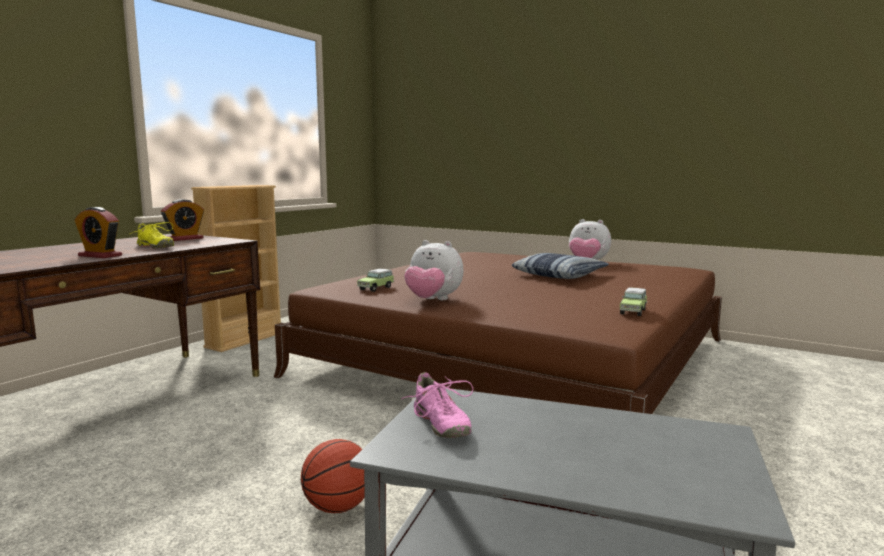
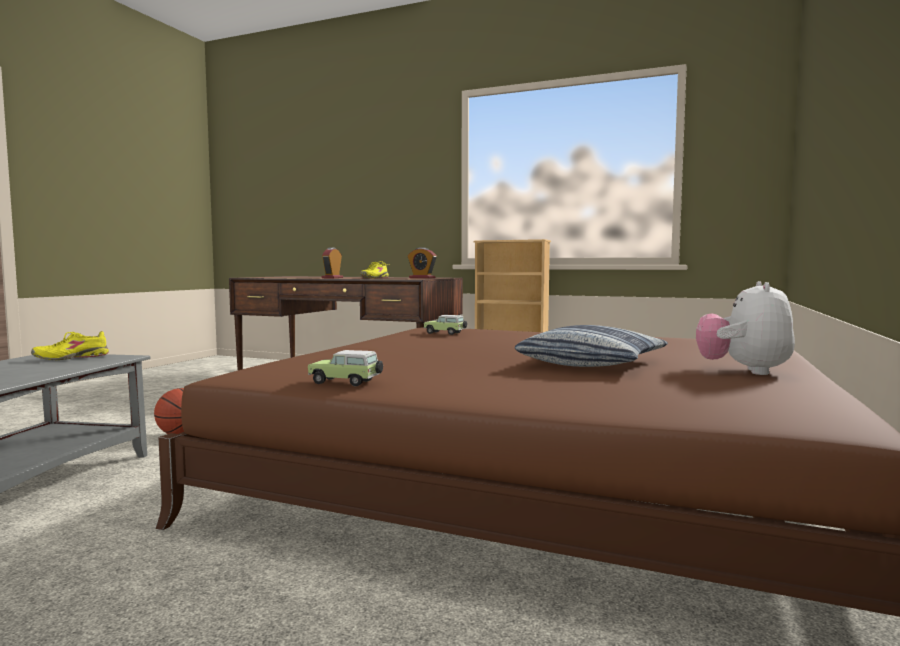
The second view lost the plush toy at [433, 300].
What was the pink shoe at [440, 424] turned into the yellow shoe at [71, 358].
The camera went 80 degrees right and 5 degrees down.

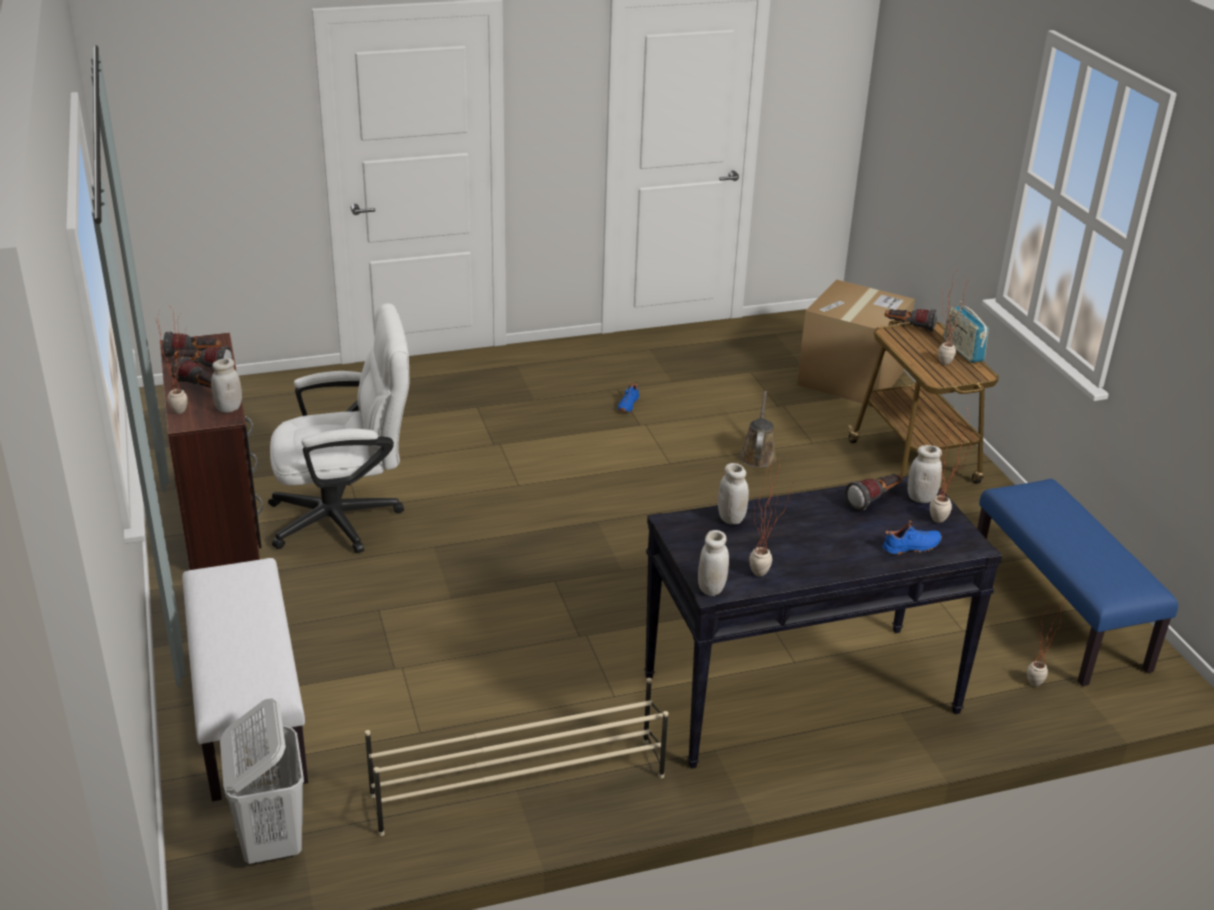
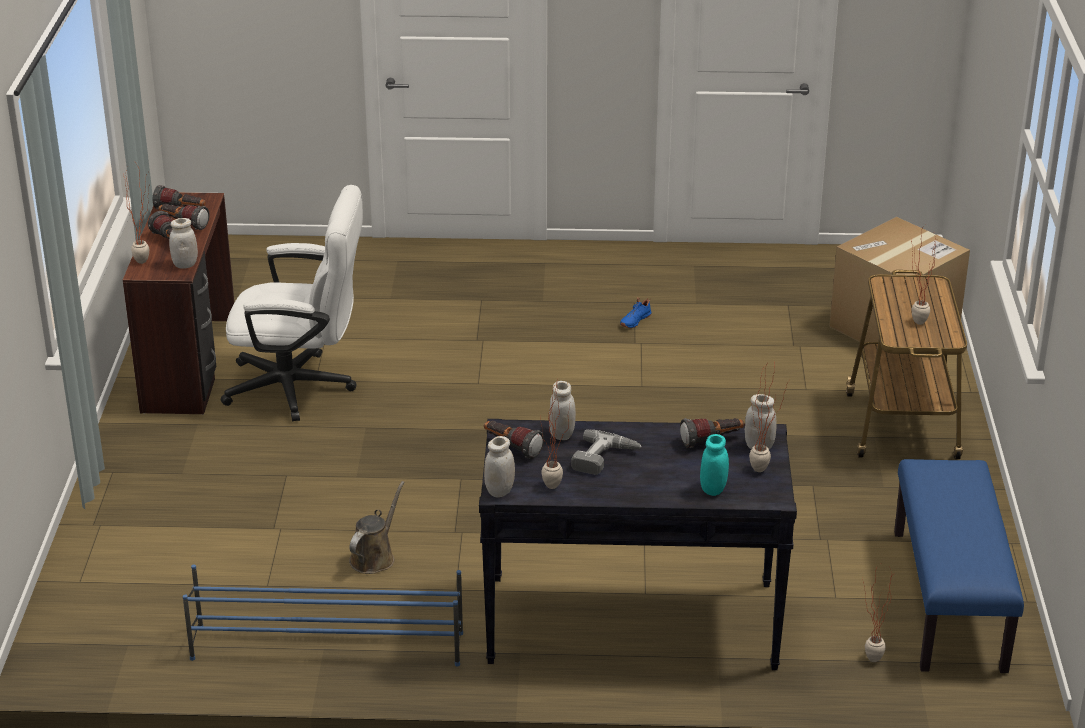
The second view lost the radio at [962, 350].
The flashlight ended up elsewhere, having gone from [909, 327] to [511, 447].
The brown watering can ended up elsewhere, having gone from [758, 455] to [374, 557].
Where the blue shoe stood at [911, 547], the turquoise jar came to stand at [713, 489].
The second view lost the white bench at [247, 711].
What was the beige shoe rack at [517, 785] turned into the blue shoe rack at [326, 645].
The second view lost the white laundry basket at [271, 840].
The second view gained the power drill at [605, 459].
The camera went 20 degrees right and 0 degrees up.

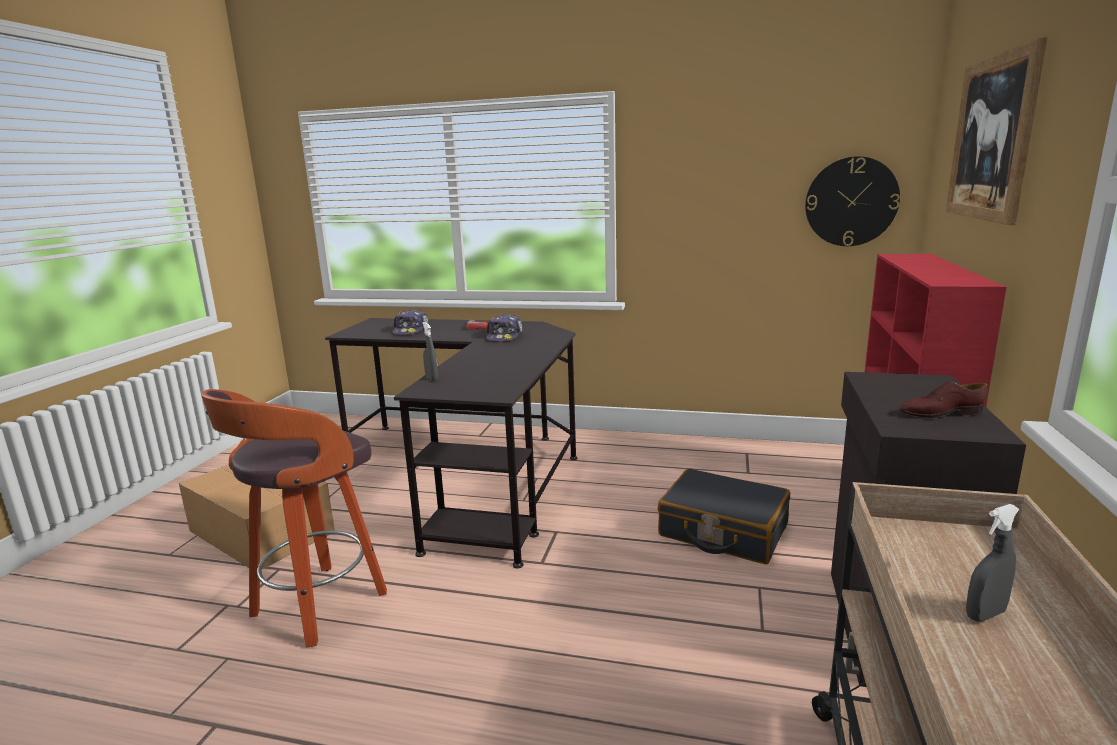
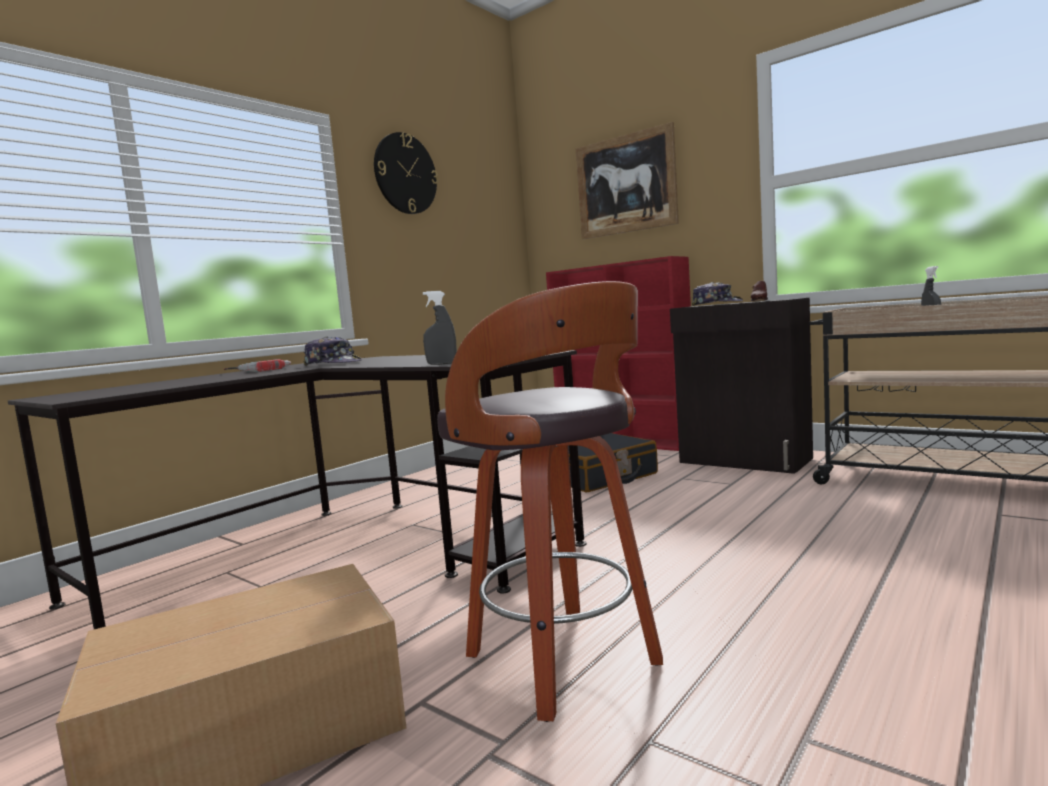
The wall clock ended up elsewhere, having gone from [851, 202] to [405, 174].
The cap ended up elsewhere, having gone from [411, 330] to [717, 304].
The camera went 65 degrees left and 10 degrees down.

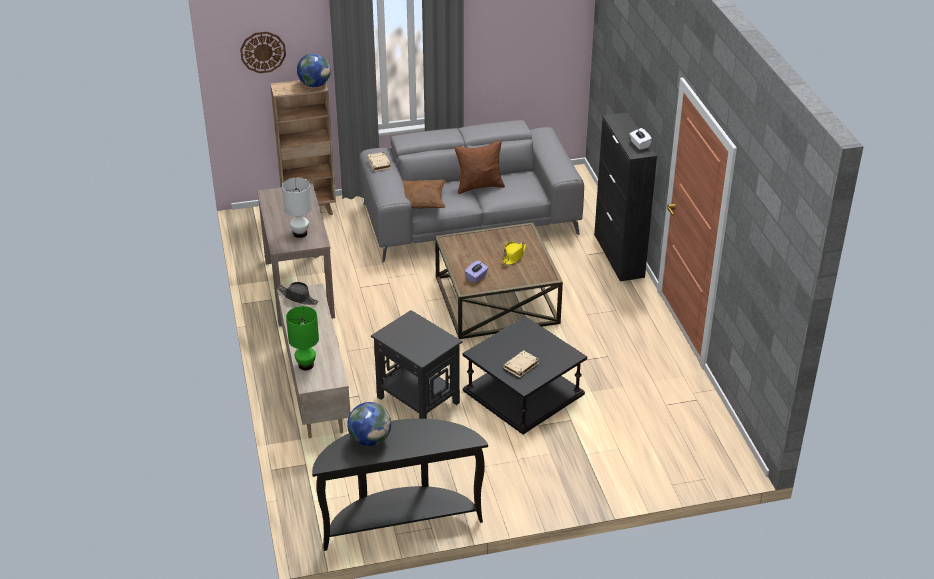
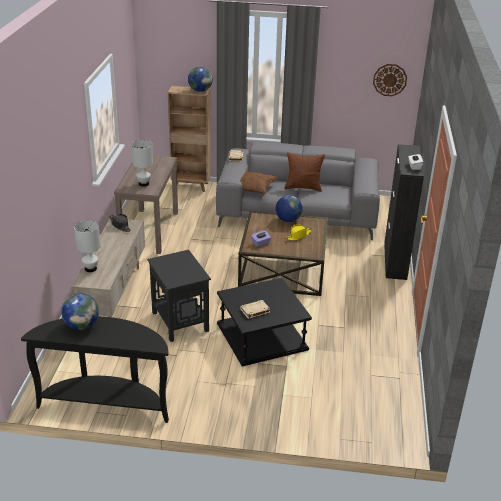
The wall clock ended up elsewhere, having gone from [263, 52] to [389, 80].
What was the green table lamp at [306, 365] turned into the white table lamp at [90, 269].
The second view gained the globe at [288, 220].
The camera went 20 degrees right and 5 degrees down.

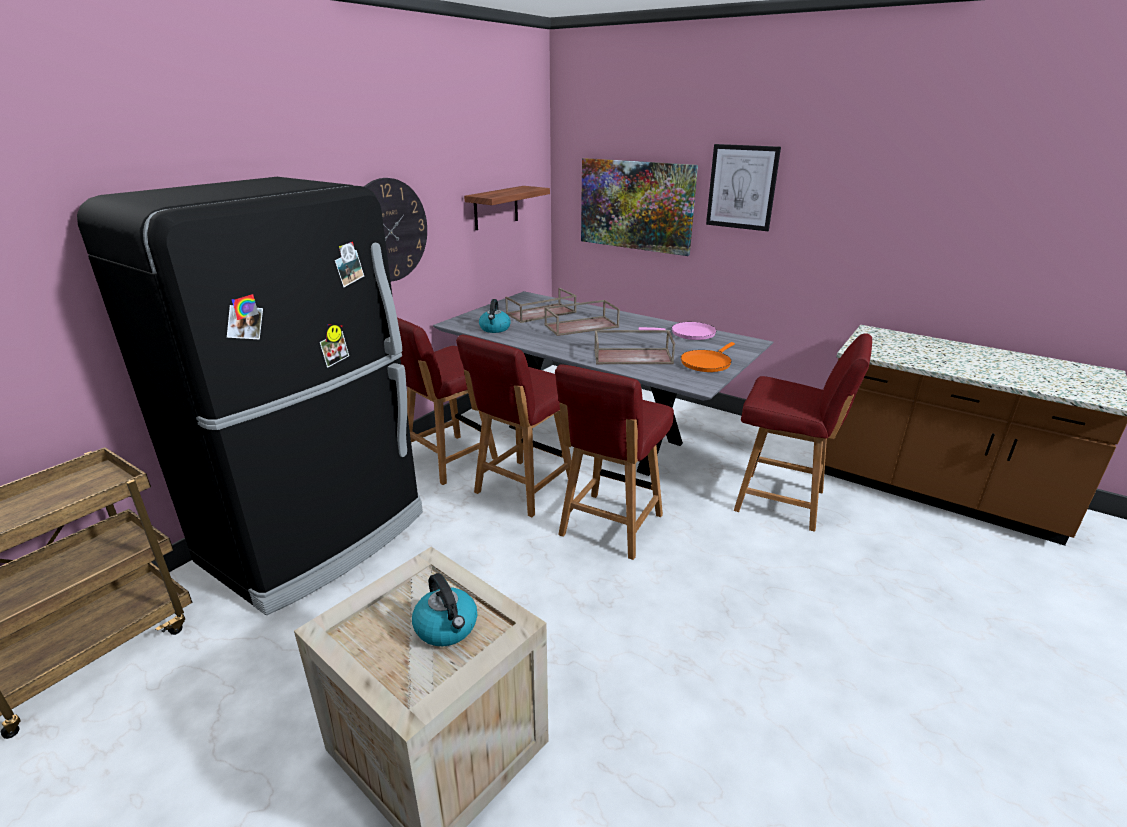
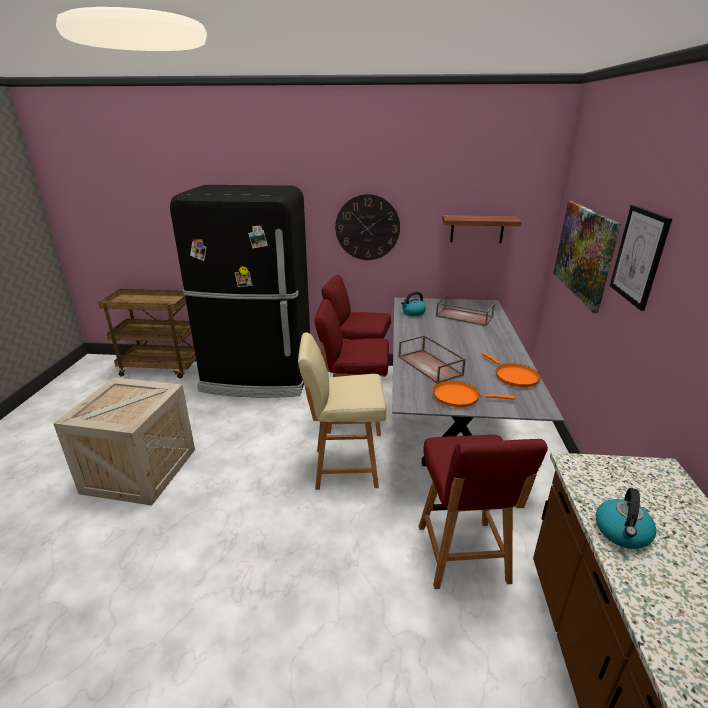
The second view lost the brown tray at [582, 325].
What was the pink frying pan at [689, 334] turned into the orange frying pan at [513, 376].
What was the red chair at [610, 526] turned into the beige chair at [344, 467].
The kettle ended up elsewhere, having gone from [447, 627] to [622, 533].
The camera went 60 degrees right and 0 degrees up.

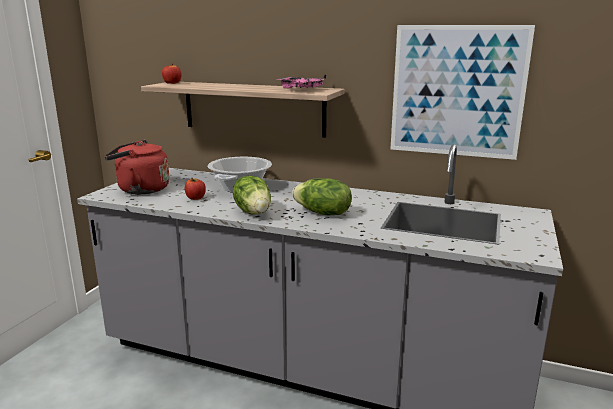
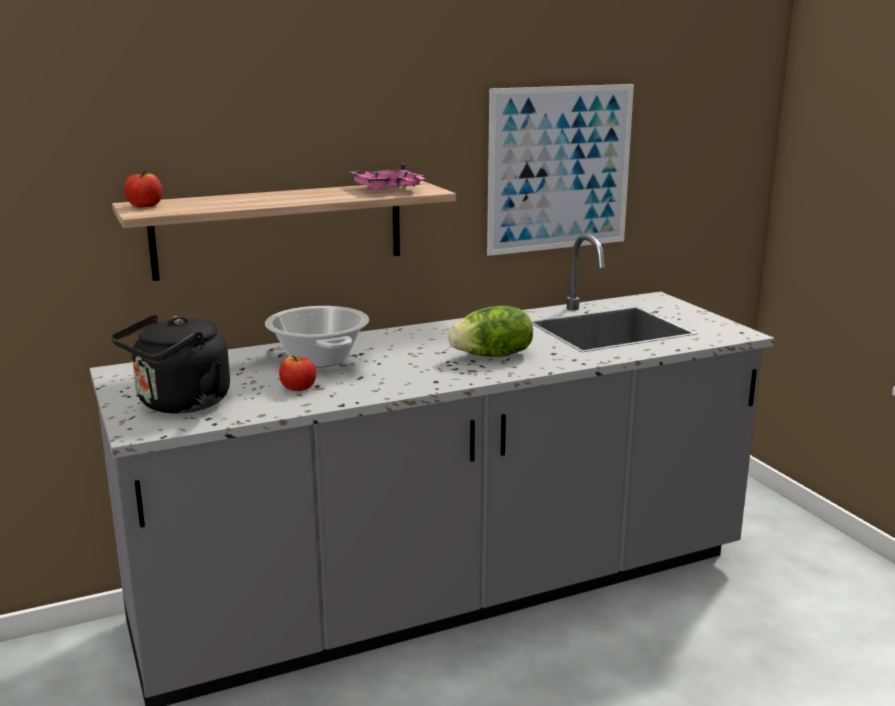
What was the red kettle at [140, 190] turned into the black kettle at [179, 404].
The second view lost the lettuce at [254, 212].
The camera went 45 degrees left and 0 degrees up.

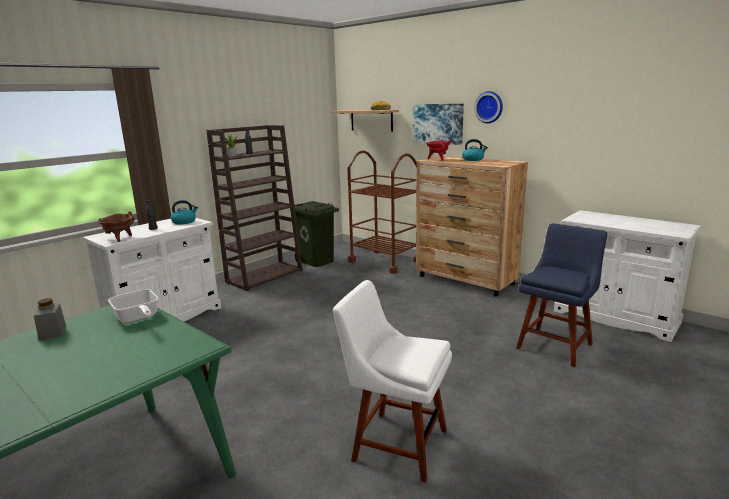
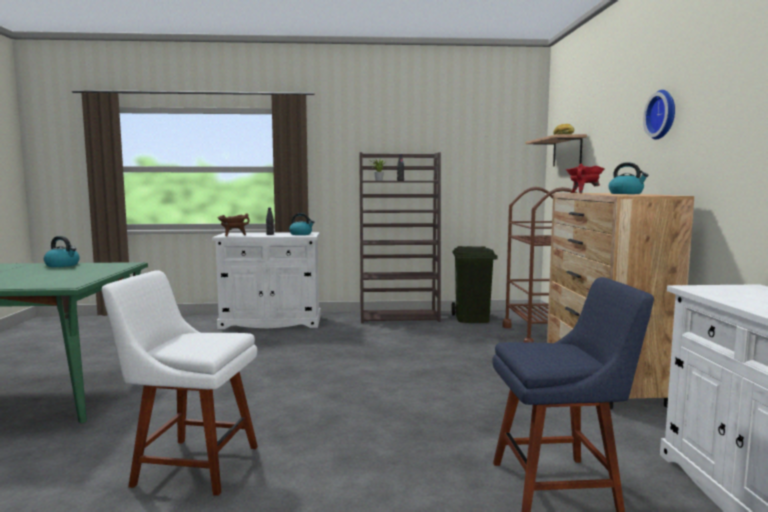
The second view lost the picture at [438, 123].
The white chair at [395, 443] ended up facing another way, 60 degrees counterclockwise from before.
The second view lost the frying pan at [137, 319].
Where the grey jar stood at [52, 332], the kettle came to stand at [63, 265].
The camera went 45 degrees right and 10 degrees down.

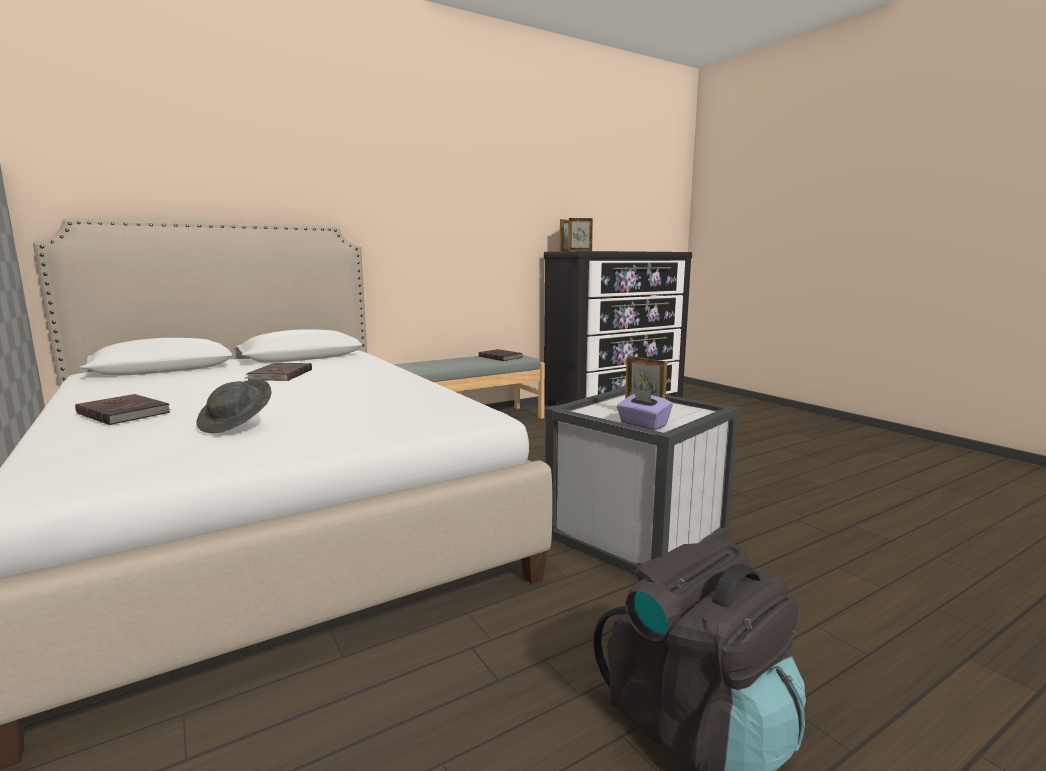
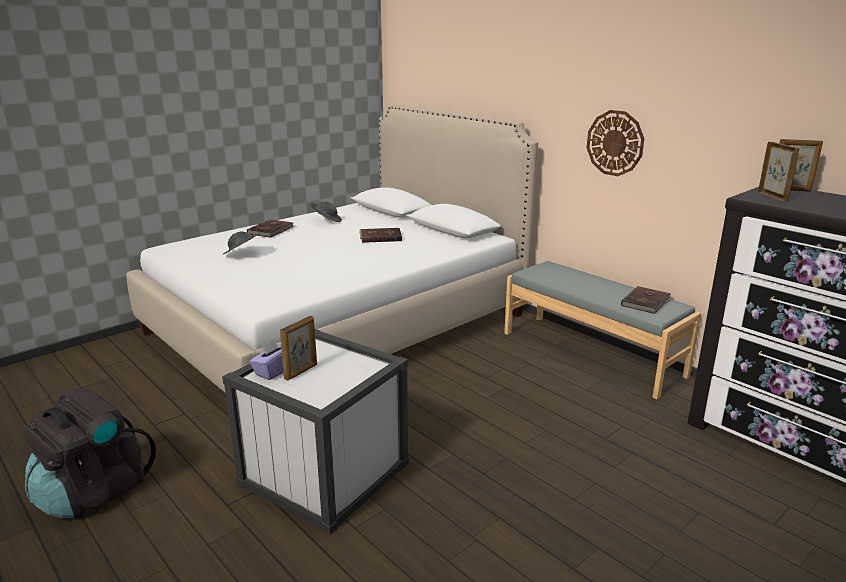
The second view gained the wall clock at [615, 143].
The second view gained the grey hat at [326, 221].
The camera went 80 degrees right and 10 degrees up.

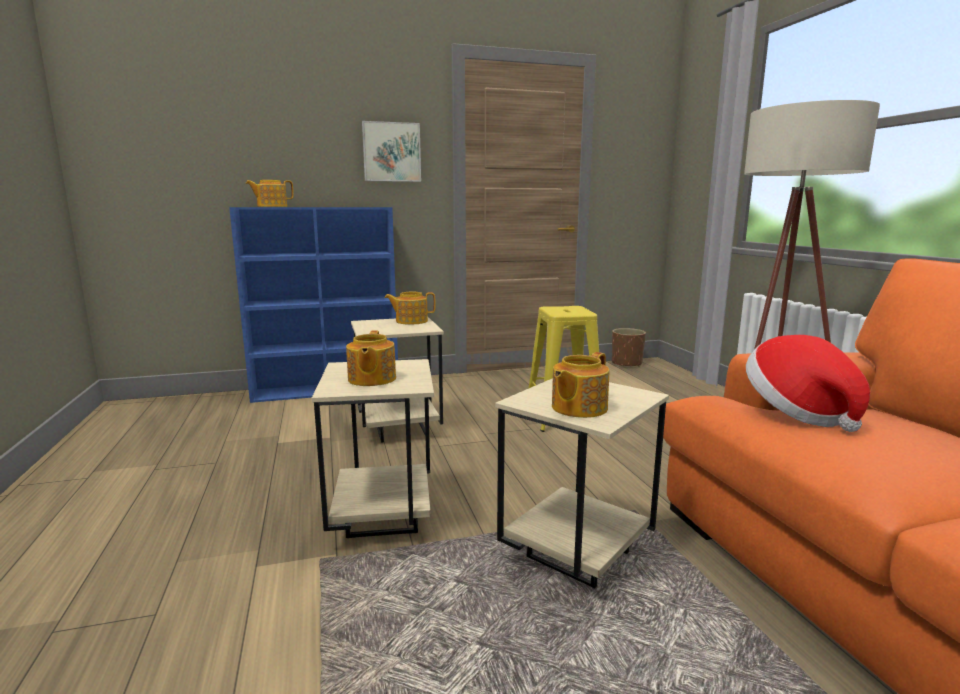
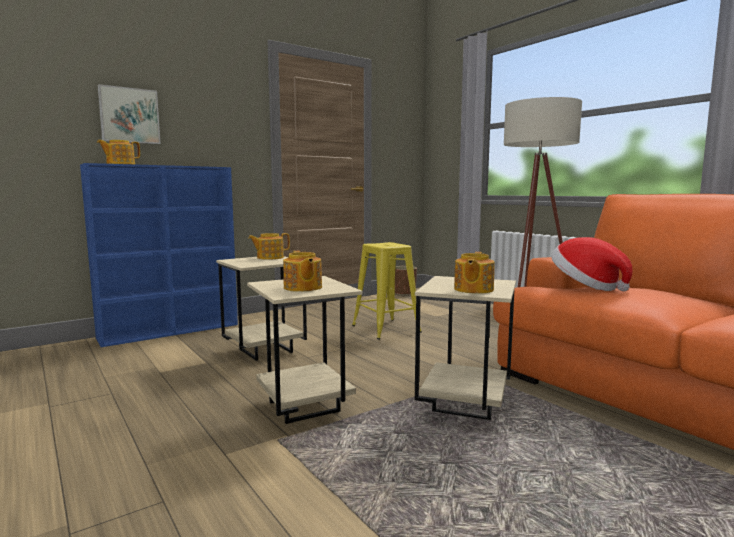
The picture ended up elsewhere, having gone from [391, 152] to [129, 116].
The camera went 20 degrees left and 5 degrees down.

